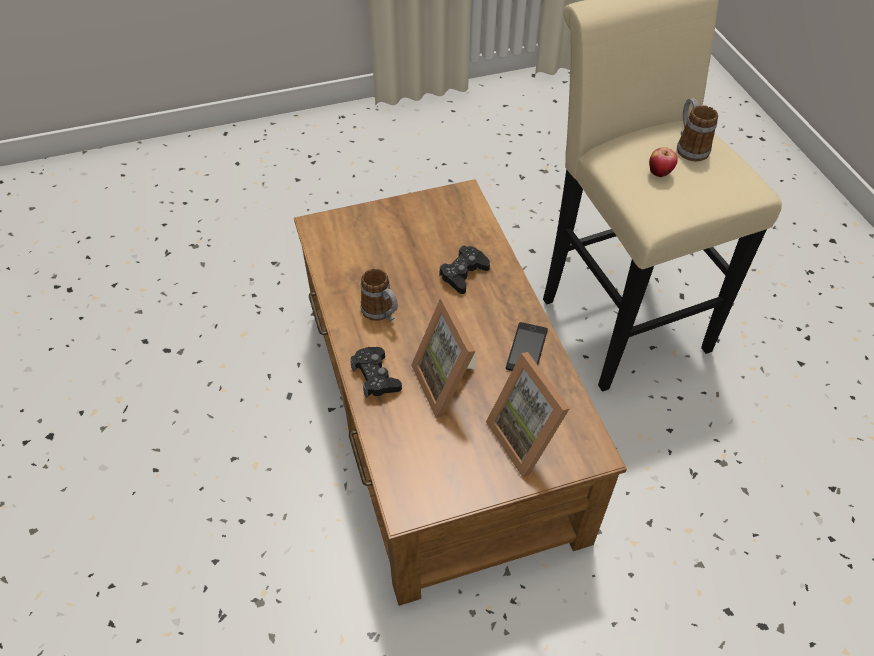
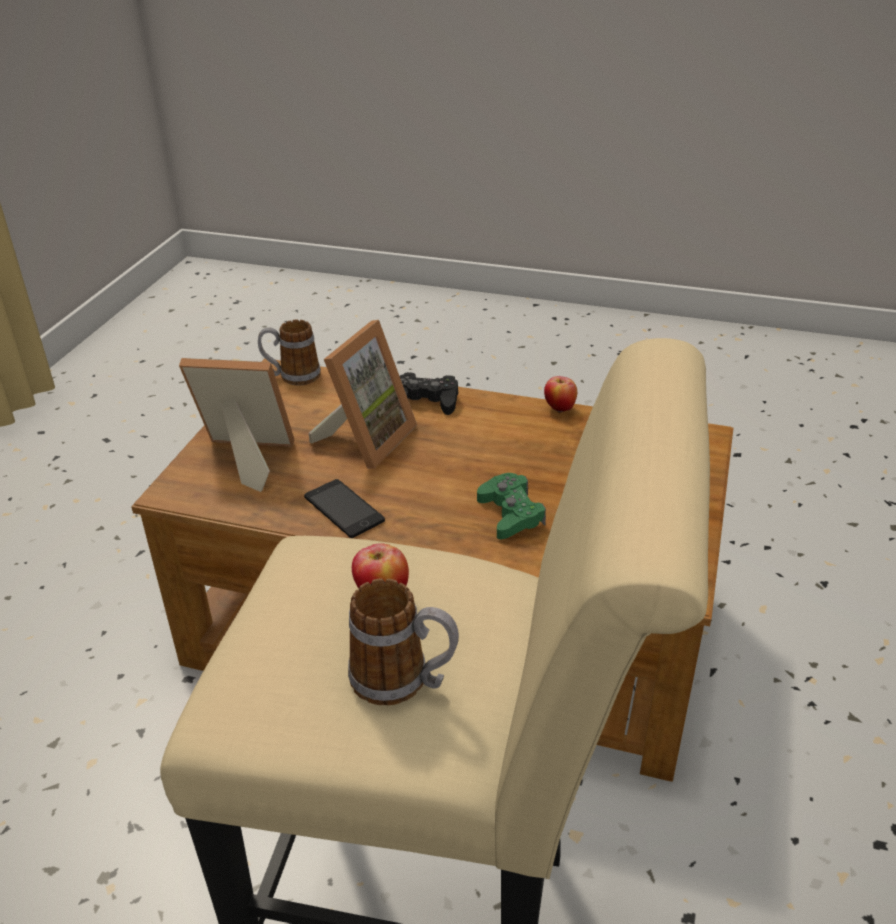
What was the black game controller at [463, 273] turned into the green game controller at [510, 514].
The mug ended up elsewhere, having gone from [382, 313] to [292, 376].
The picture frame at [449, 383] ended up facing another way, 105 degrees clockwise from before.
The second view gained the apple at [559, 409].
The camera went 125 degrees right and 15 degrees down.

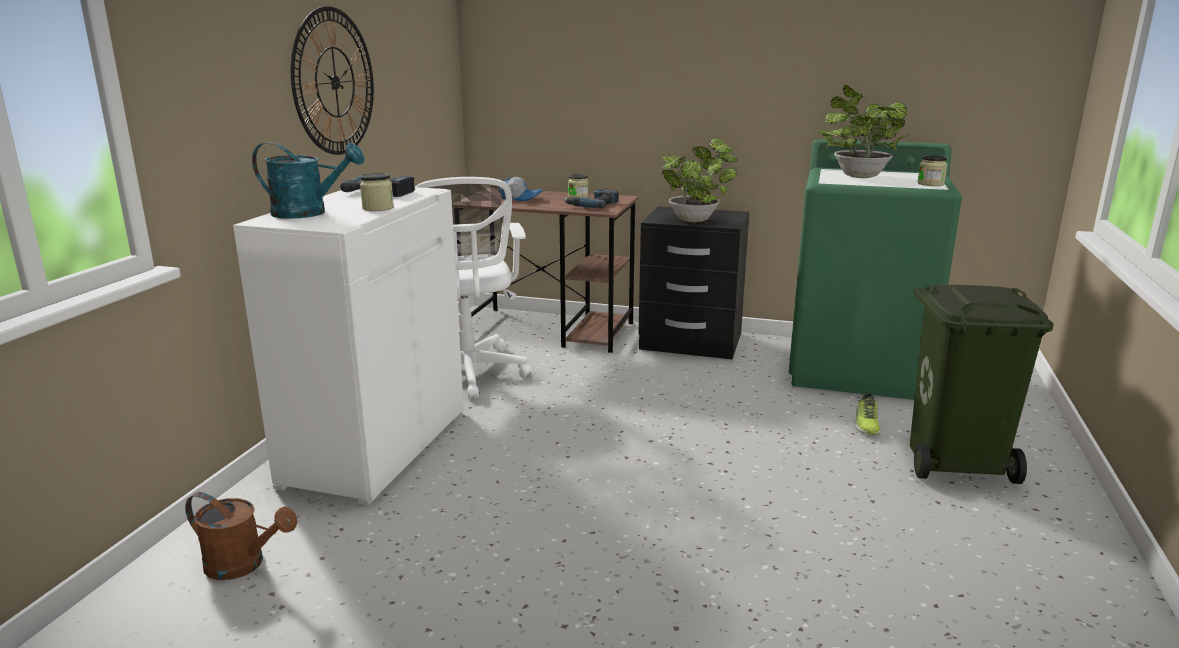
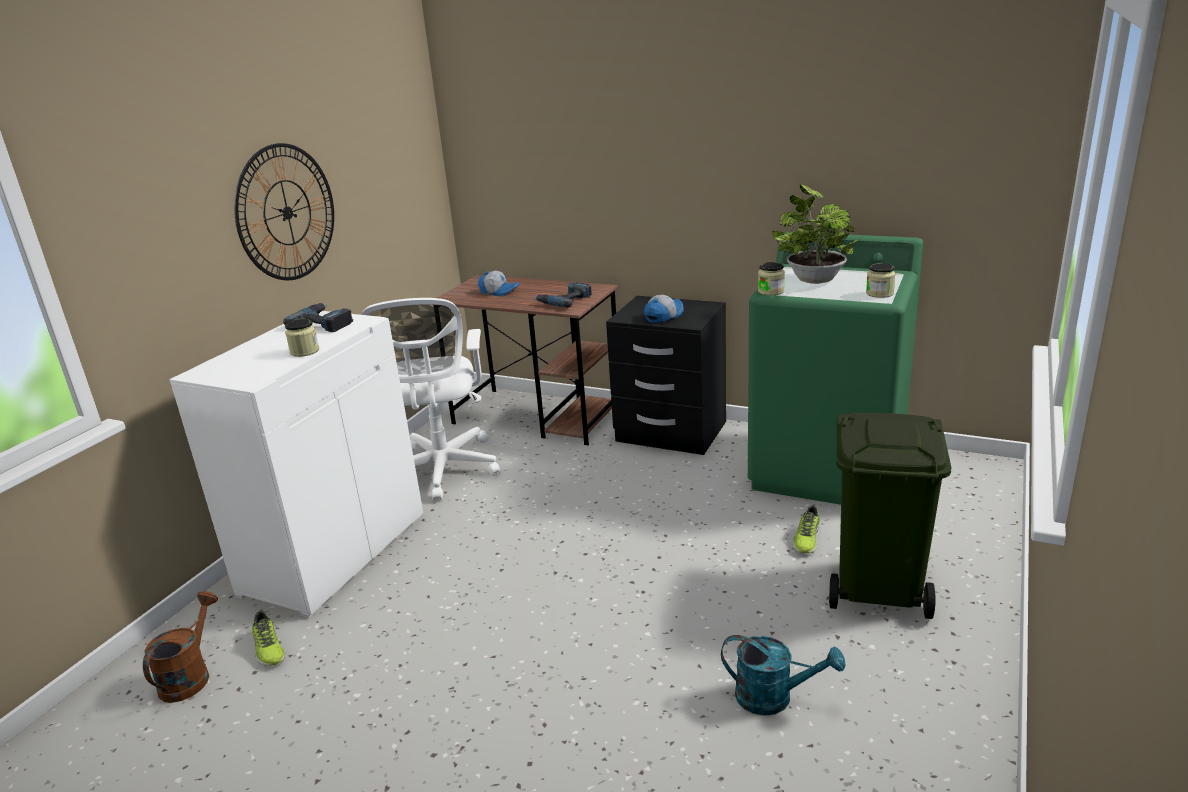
Where the potted plant stood at [696, 219], the cap came to stand at [663, 316].
The turquoise watering can ended up elsewhere, having gone from [309, 213] to [774, 697].
The jar ended up elsewhere, having gone from [578, 197] to [771, 291].
The brown watering can at [243, 565] ended up facing another way, 105 degrees counterclockwise from before.
The second view gained the shoe at [268, 649].
The camera went 10 degrees right and 5 degrees up.

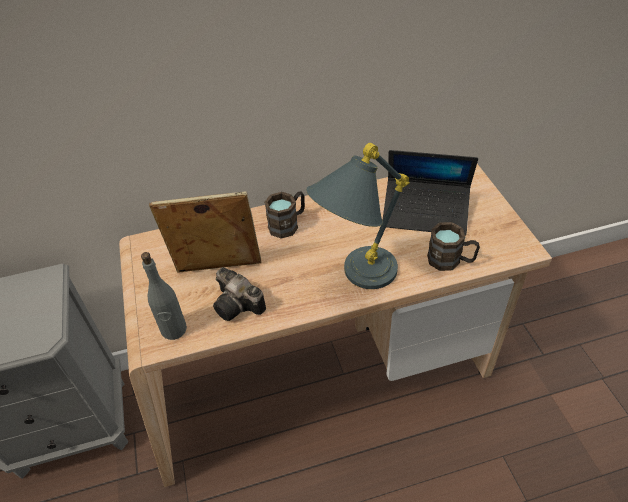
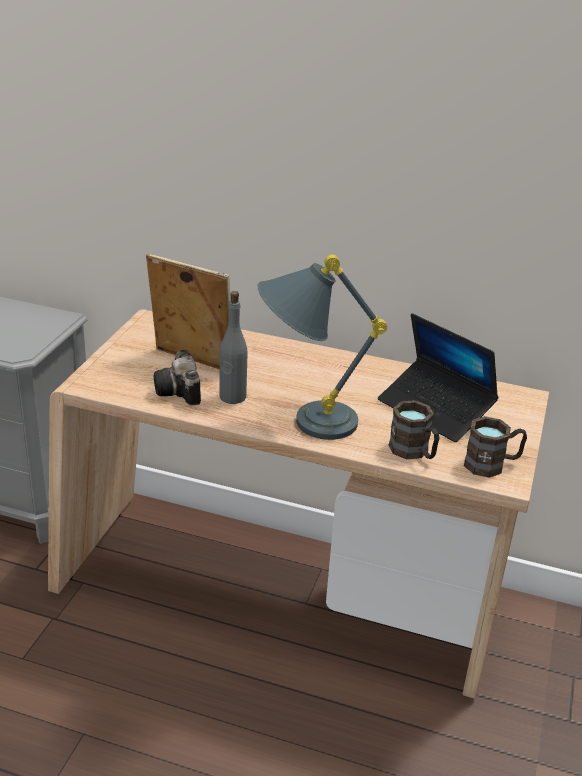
The brown mug ended up elsewhere, having gone from [288, 224] to [492, 464].
The grey bottle ended up elsewhere, having gone from [174, 330] to [232, 397].
The camera went 30 degrees right and 15 degrees down.

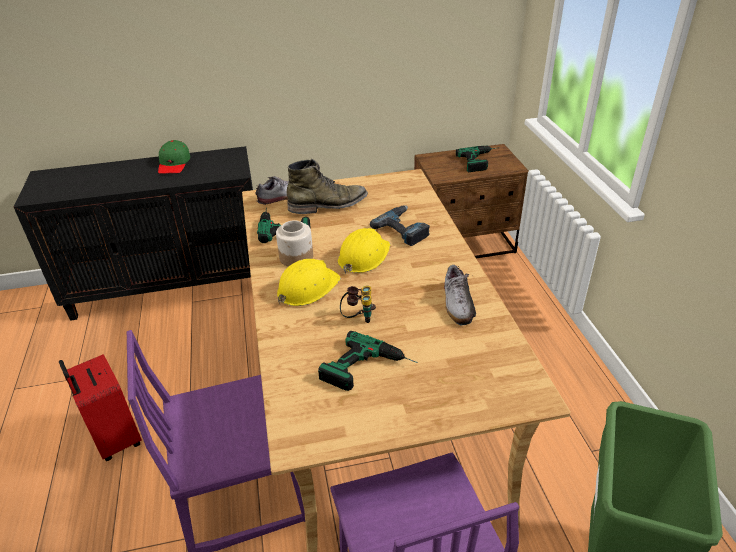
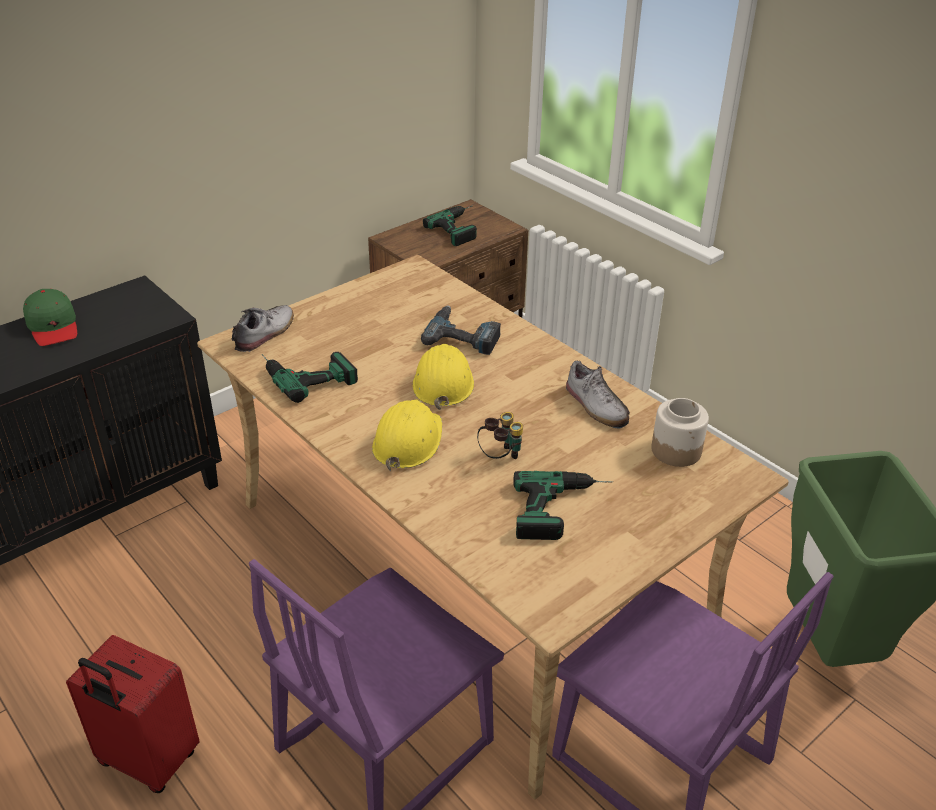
The second view lost the green boot at [328, 205].
The jar ended up elsewhere, having gone from [297, 257] to [676, 450].
The camera went 30 degrees left and 0 degrees up.

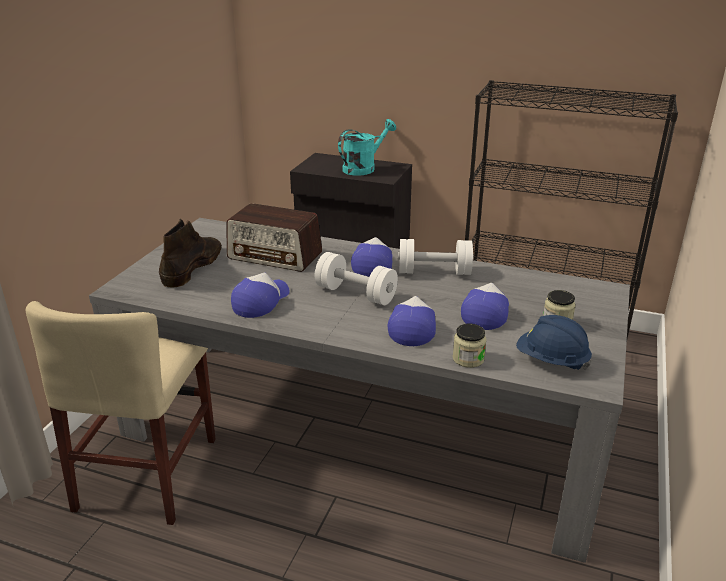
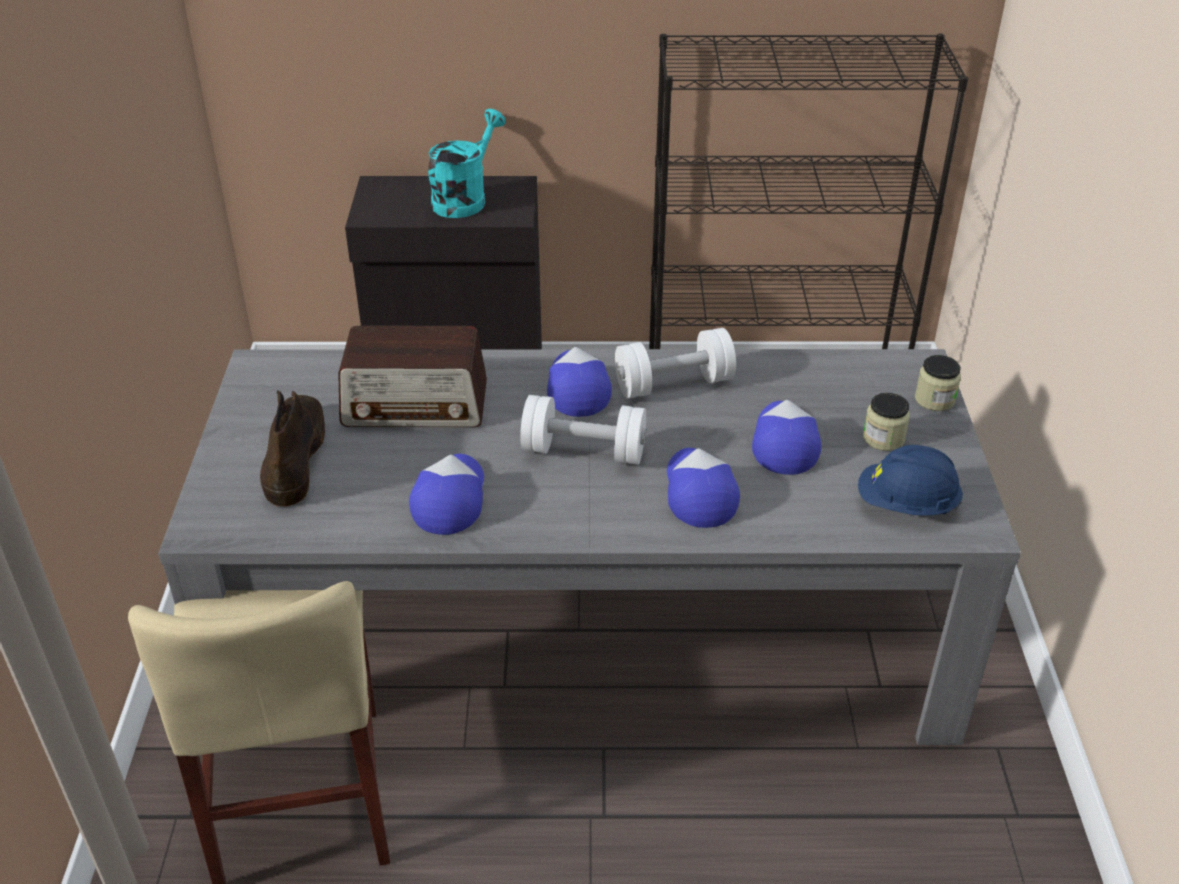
The jar ended up elsewhere, having gone from [468, 359] to [934, 399].
The camera went 20 degrees left and 10 degrees up.

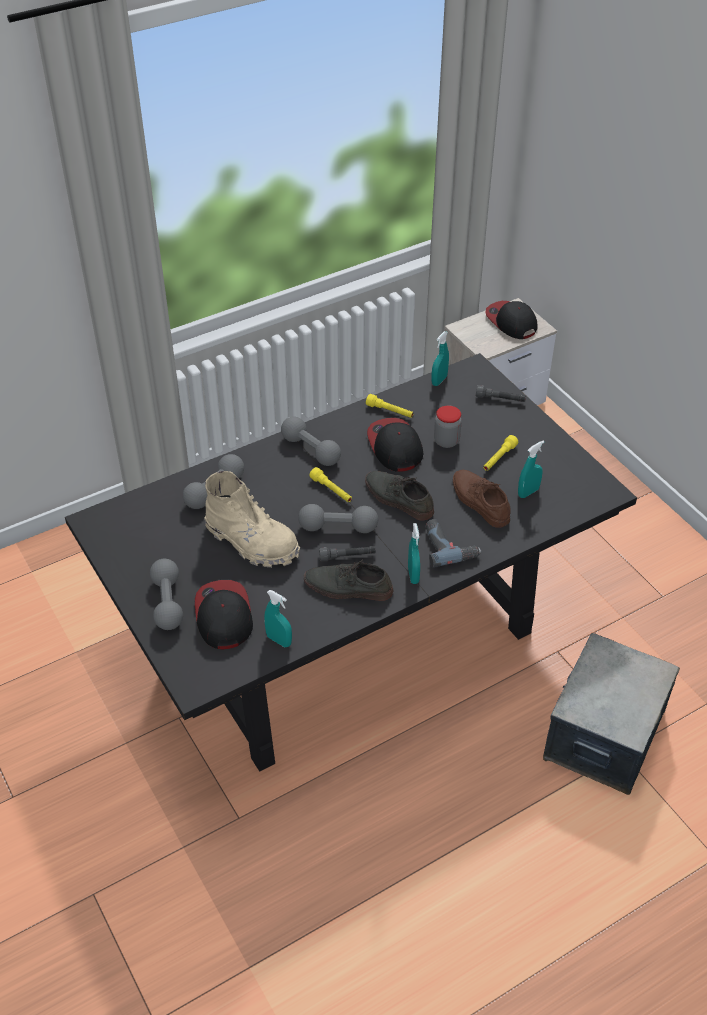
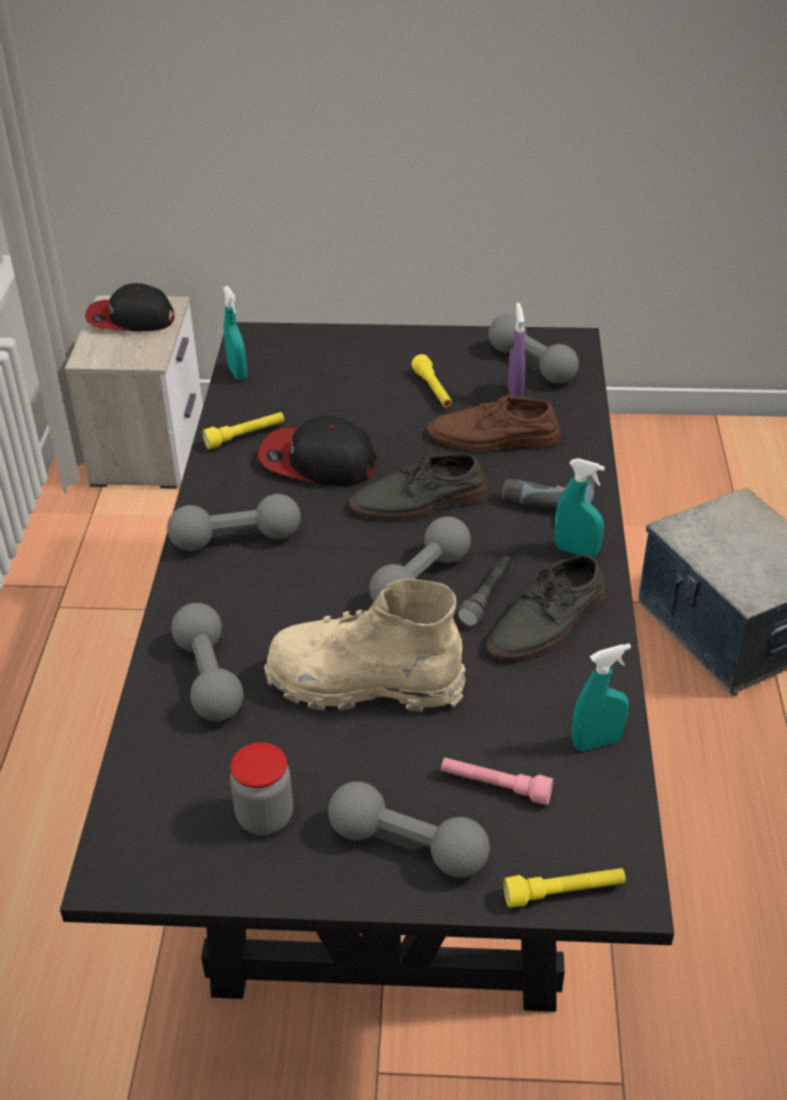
The second view lost the grey flashlight at [500, 399].
The jar ended up elsewhere, having gone from [446, 441] to [265, 817].
What was the turquoise spray bottle at [528, 492] turned into the purple spray bottle at [515, 395].
The yellow flashlight ended up elsewhere, having gone from [331, 490] to [564, 893].
The beige boot at [252, 542] ended up facing another way, 150 degrees counterclockwise from before.
Where the cap stood at [223, 616], the pink flashlight came to stand at [495, 786].
The second view gained the grey dumbbell at [531, 364].
The camera went 55 degrees left and 5 degrees down.

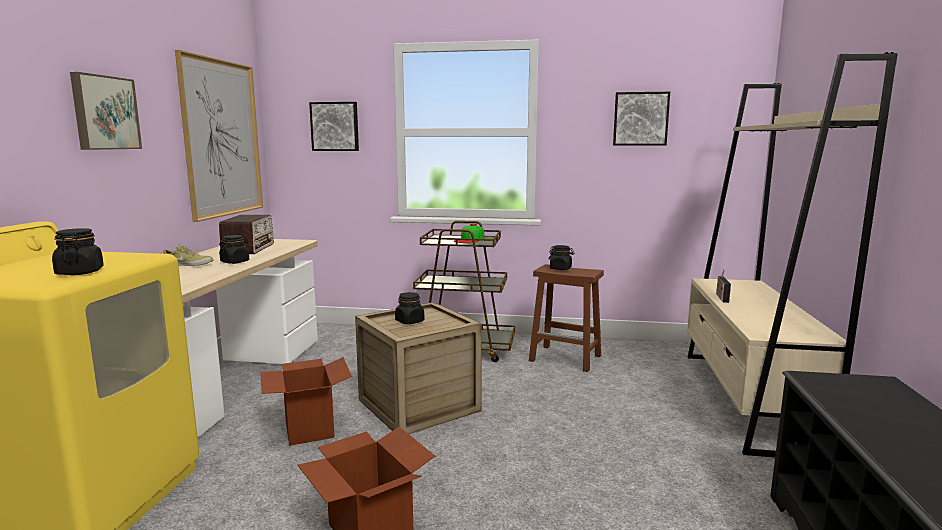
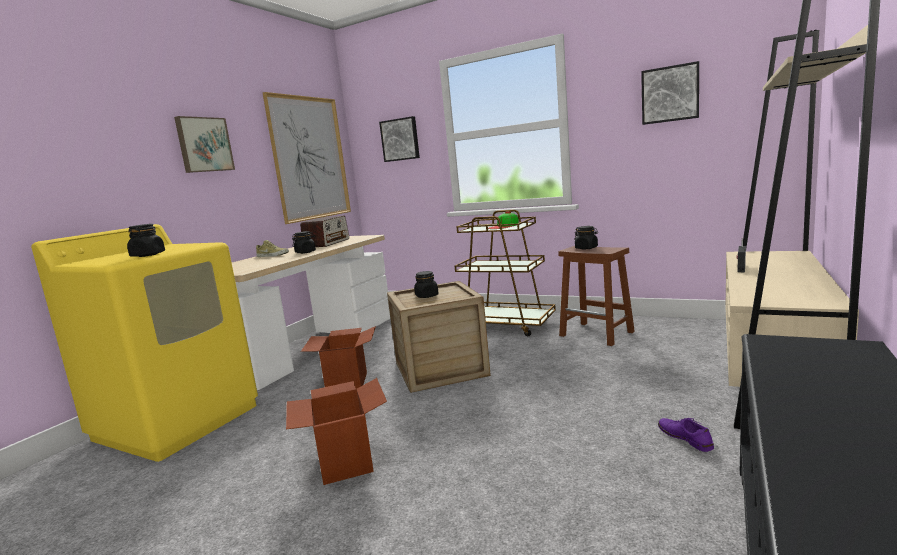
The second view gained the purple shoe at [685, 438].
The camera went 20 degrees right and 0 degrees up.

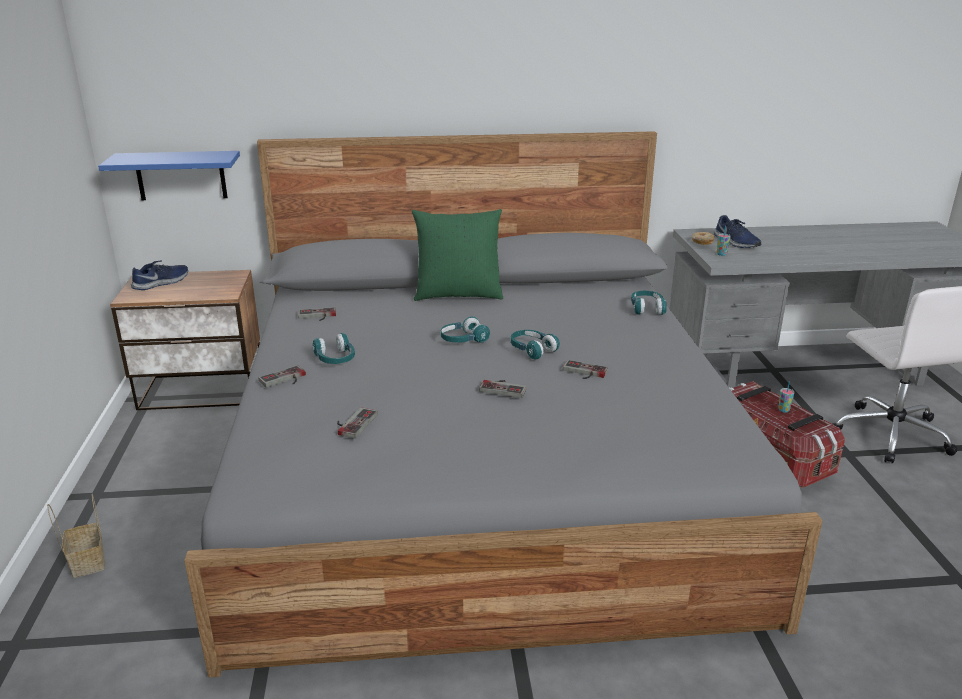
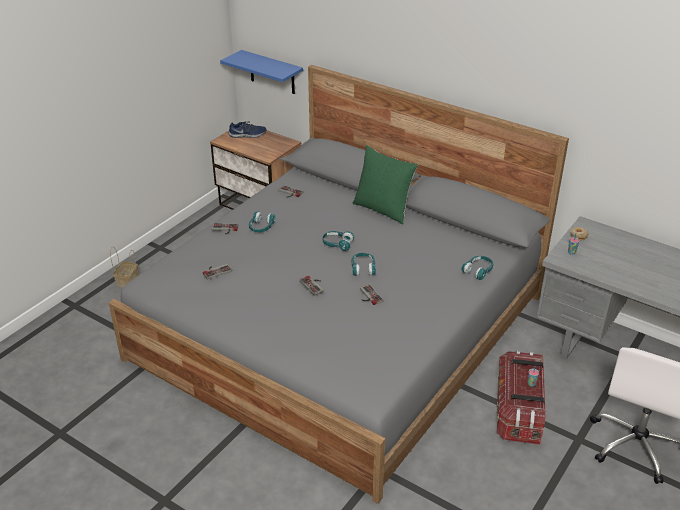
The second view lost the blue shoe at [735, 242].
The camera went 40 degrees right and 10 degrees up.

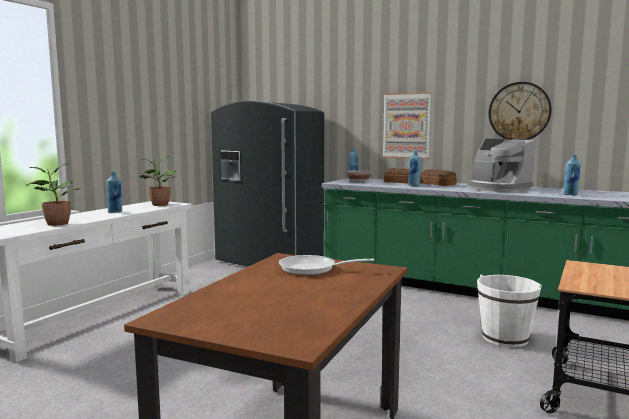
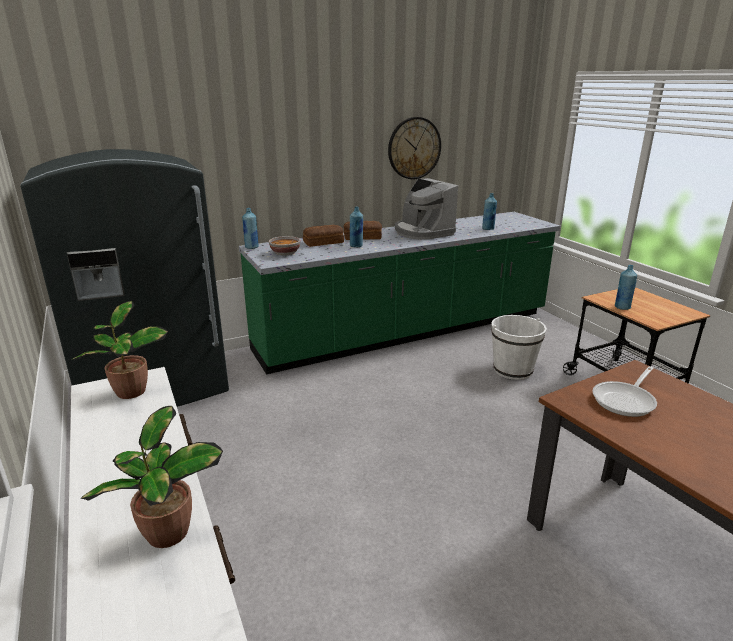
The second view lost the picture at [406, 125].
The coffee machine at [497, 188] ended up facing another way, 60 degrees clockwise from before.
The blue bottle ended up elsewhere, having gone from [115, 212] to [622, 307].
The camera went 55 degrees left and 15 degrees up.

